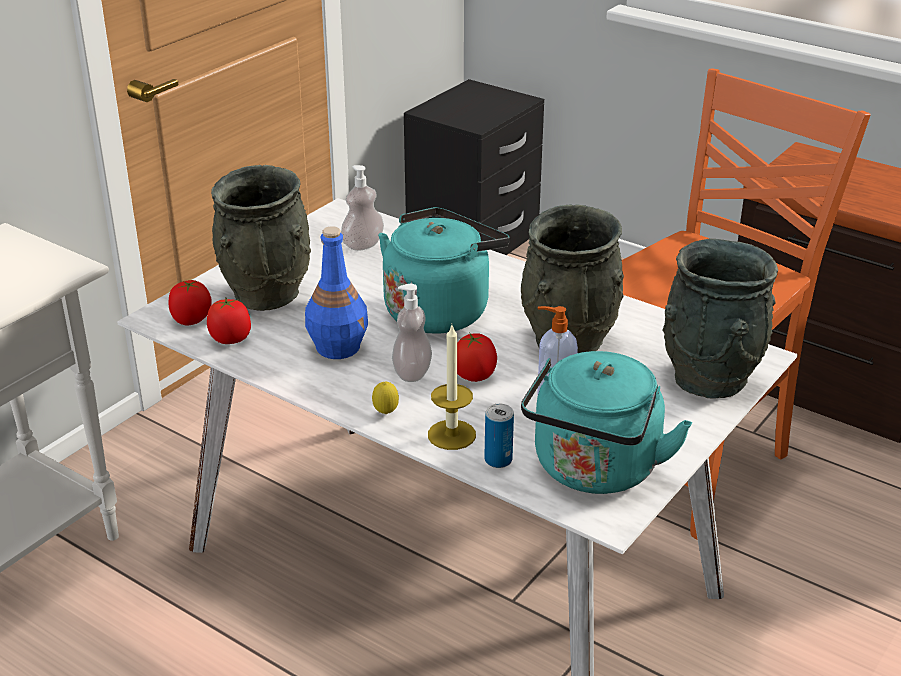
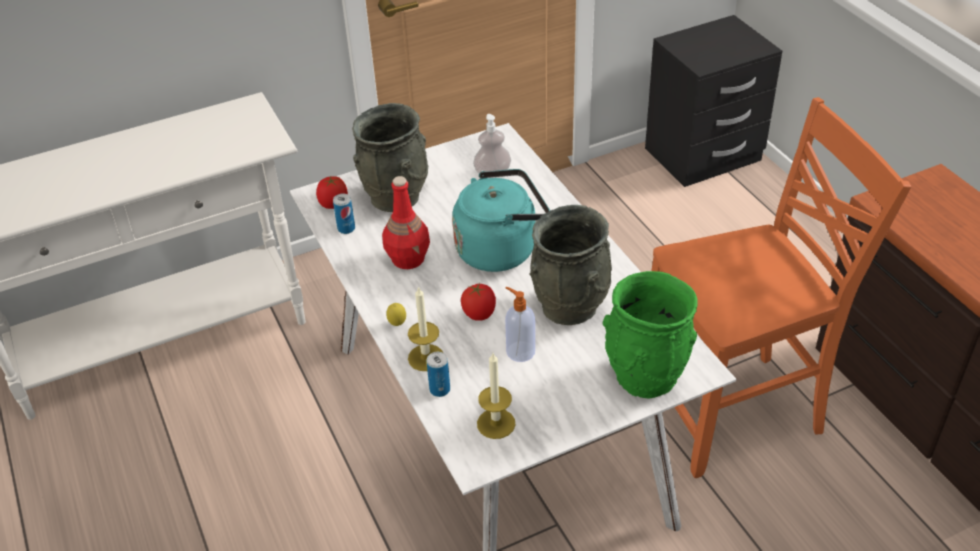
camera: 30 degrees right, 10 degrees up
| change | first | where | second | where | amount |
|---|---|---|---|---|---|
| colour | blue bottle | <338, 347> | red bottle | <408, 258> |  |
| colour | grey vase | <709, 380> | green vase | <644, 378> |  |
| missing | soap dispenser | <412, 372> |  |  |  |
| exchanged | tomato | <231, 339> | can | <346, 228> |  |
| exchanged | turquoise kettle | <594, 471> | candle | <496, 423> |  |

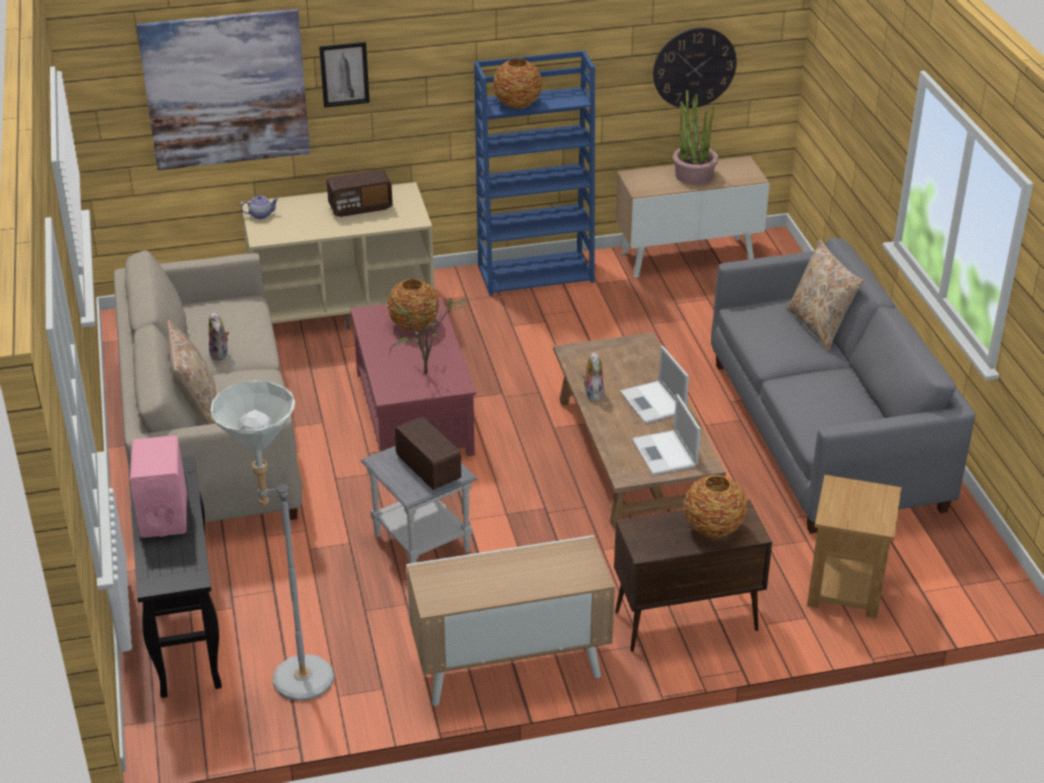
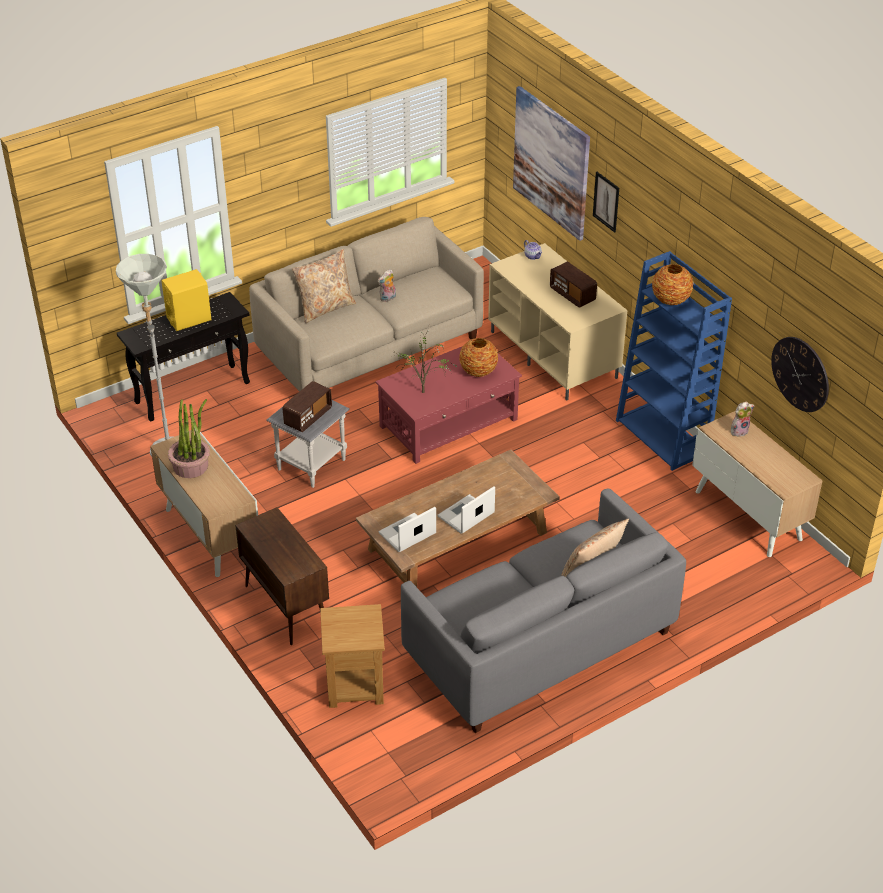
camera: 70 degrees right, 5 degrees up
| change | first | where | second | where | amount |
|---|---|---|---|---|---|
| relocated | potted plant | <693, 175> |  | <191, 466> |  |
| relocated | plush toy | <592, 393> |  | <739, 430> |  |
| colour | pink speaker | <163, 515> | yellow speaker | <189, 319> |  |
| missing | vase | <713, 527> |  |  |  |

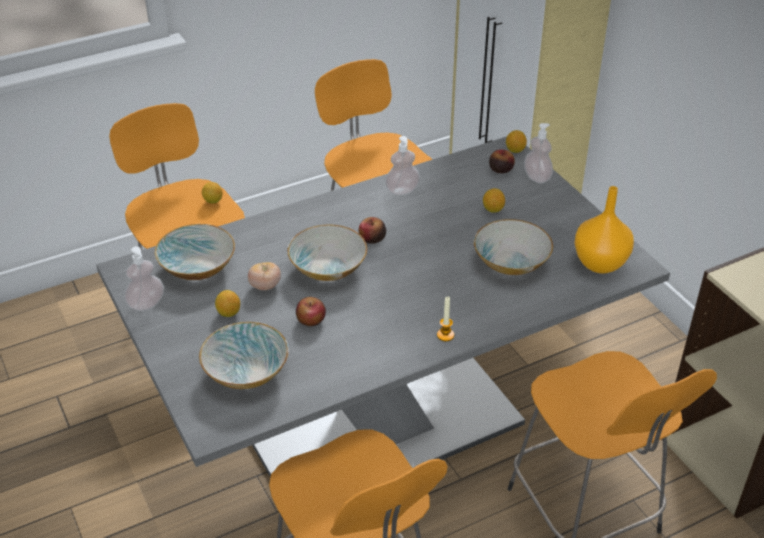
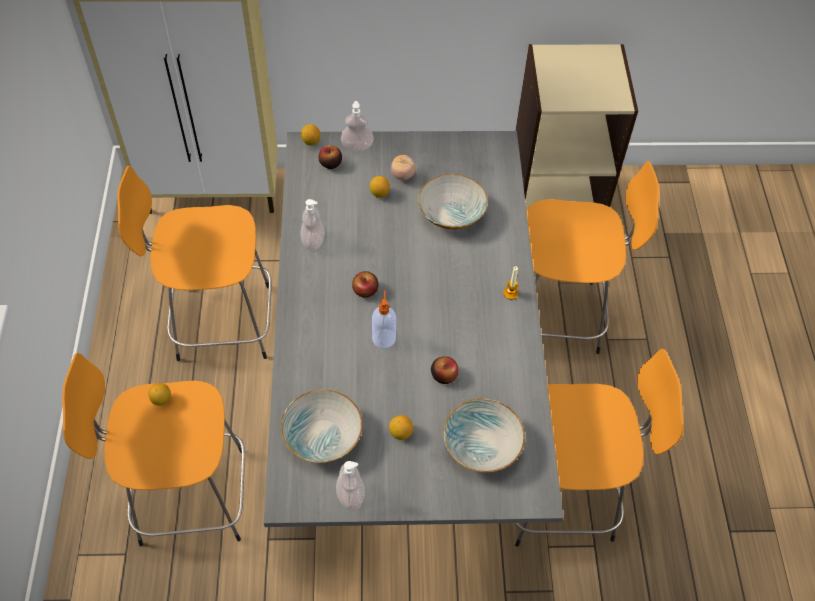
camera: 65 degrees left, 15 degrees up
| change | first | where | second | where | amount |
|---|---|---|---|---|---|
| missing | orange vase | <599, 262> |  |  |  |
| exchanged | bowl | <327, 268> | soap dispenser | <384, 337> |  |
| relocated | tomato | <265, 286> |  | <403, 175> |  |

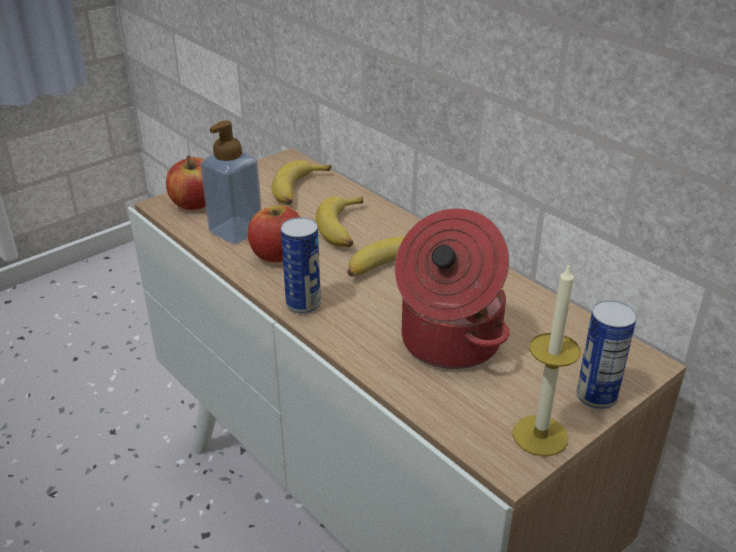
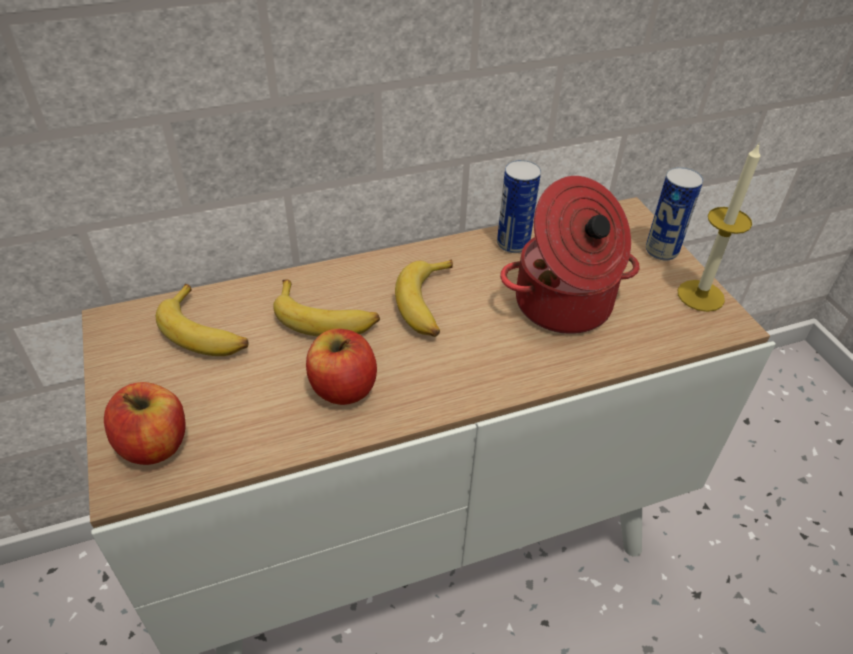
camera: 70 degrees left, 10 degrees up
| change | first | where | second | where | amount |
|---|---|---|---|---|---|
| missing | soap dispenser | <236, 231> |  |  |  |
| relocated | can | <303, 304> |  | <513, 244> |  |

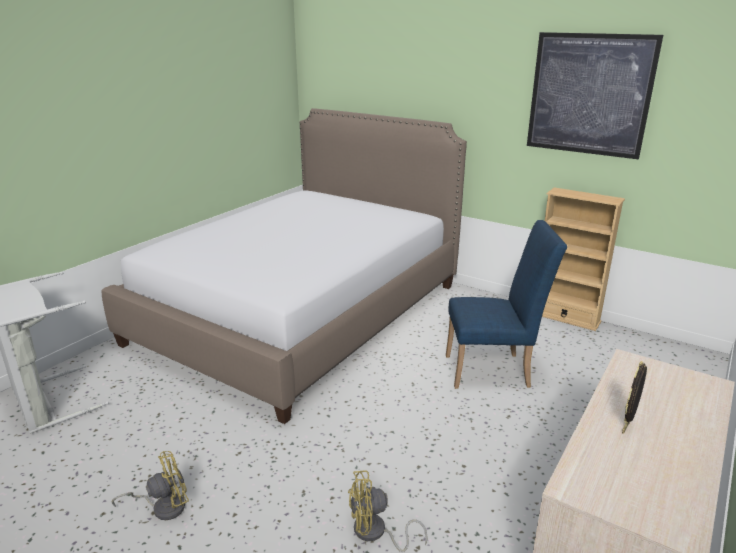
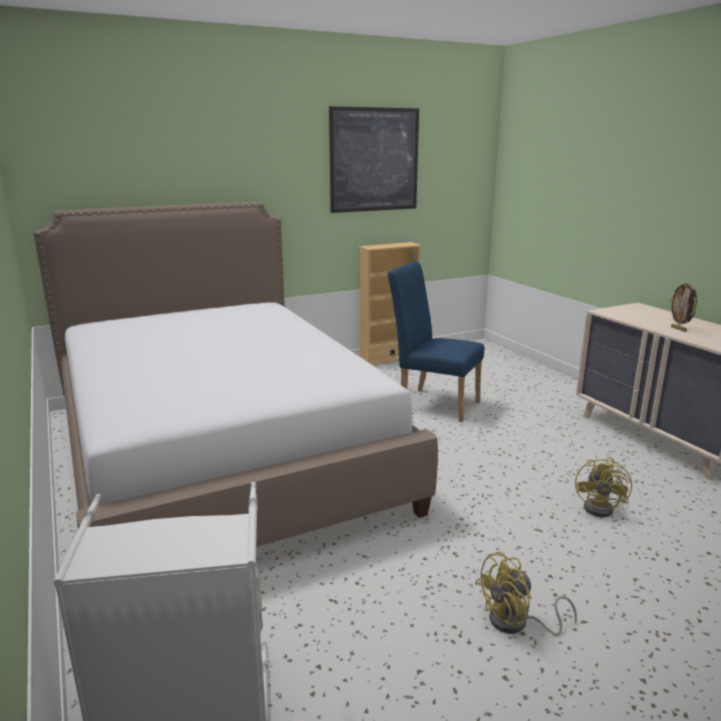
camera: 60 degrees left, 5 degrees down
| change | first | where | second | where | amount |
|---|---|---|---|---|---|
| spun | blue chair | <494, 370> |  | <433, 403> | 90 degrees counterclockwise |
| spun | yellow fan | <163, 507> |  | <516, 623> | 120 degrees counterclockwise |

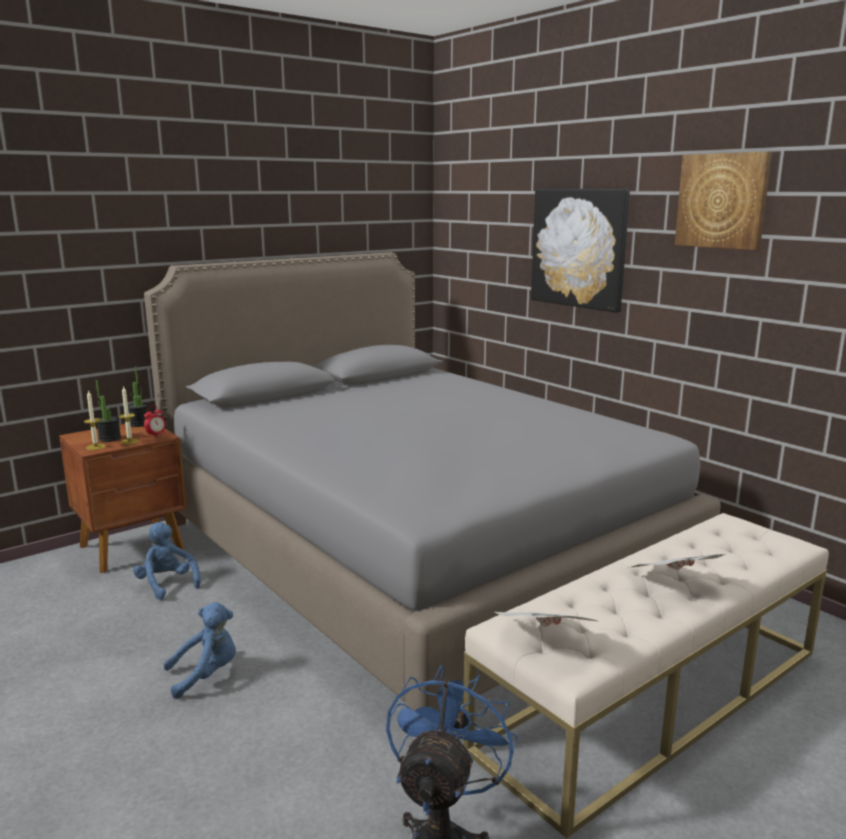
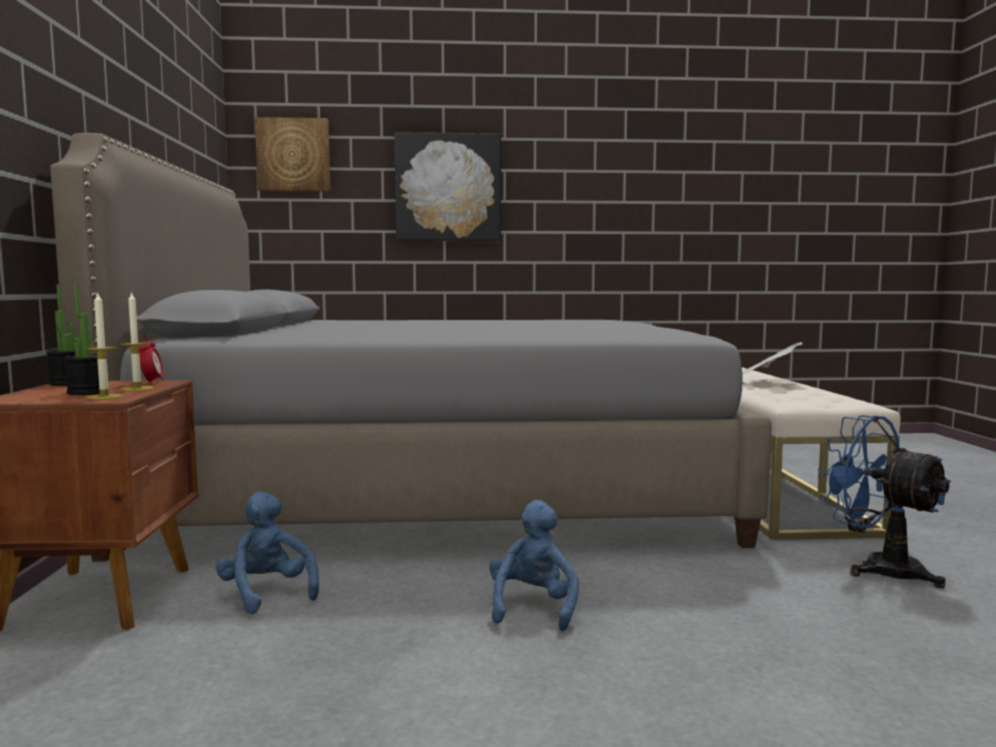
camera: 55 degrees left, 10 degrees down
| change | first | where | second | where | amount |
|---|---|---|---|---|---|
| relocated | picture | <722, 201> |  | <293, 155> |  |
| spun | blue plush toy | <167, 584> |  | <267, 593> | 60 degrees clockwise |
| missing | newspaper | <544, 640> |  |  |  |

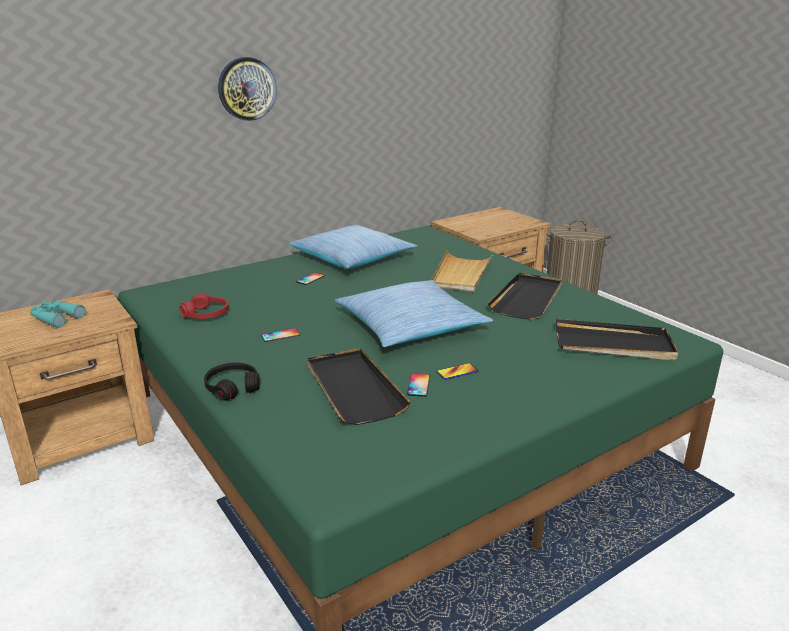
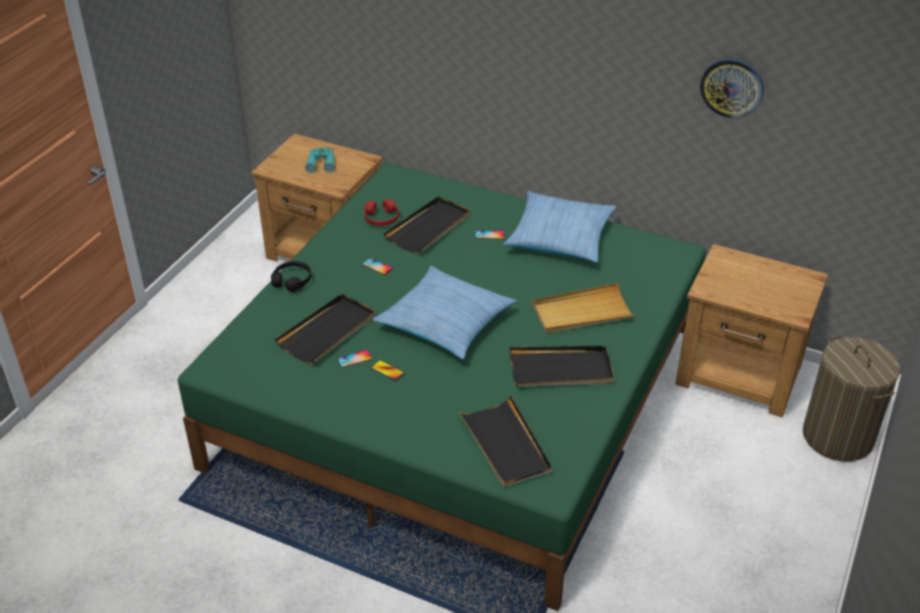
camera: 60 degrees right, 15 degrees up
| change | first | where | second | where | amount |
|---|---|---|---|---|---|
| relocated | wall clock | <247, 89> |  | <732, 87> |  |
| appeared |  |  | black tray | <429, 228> |  |

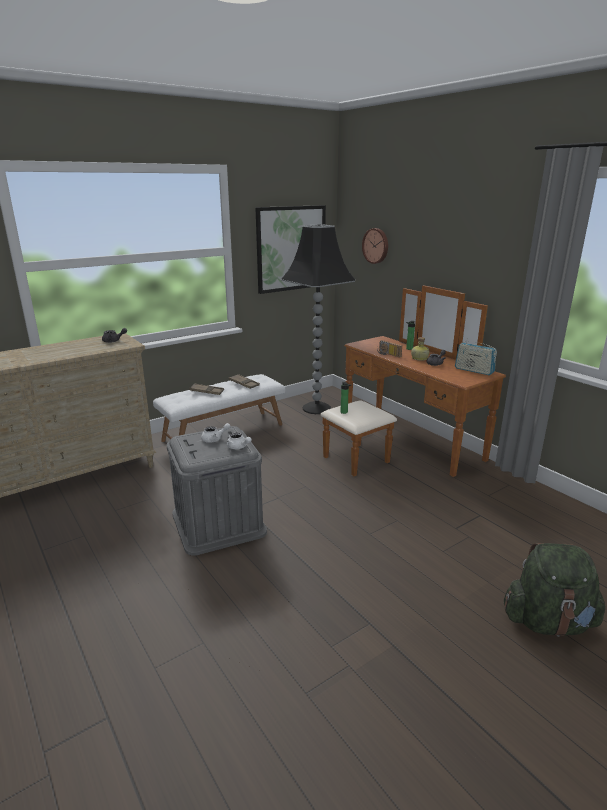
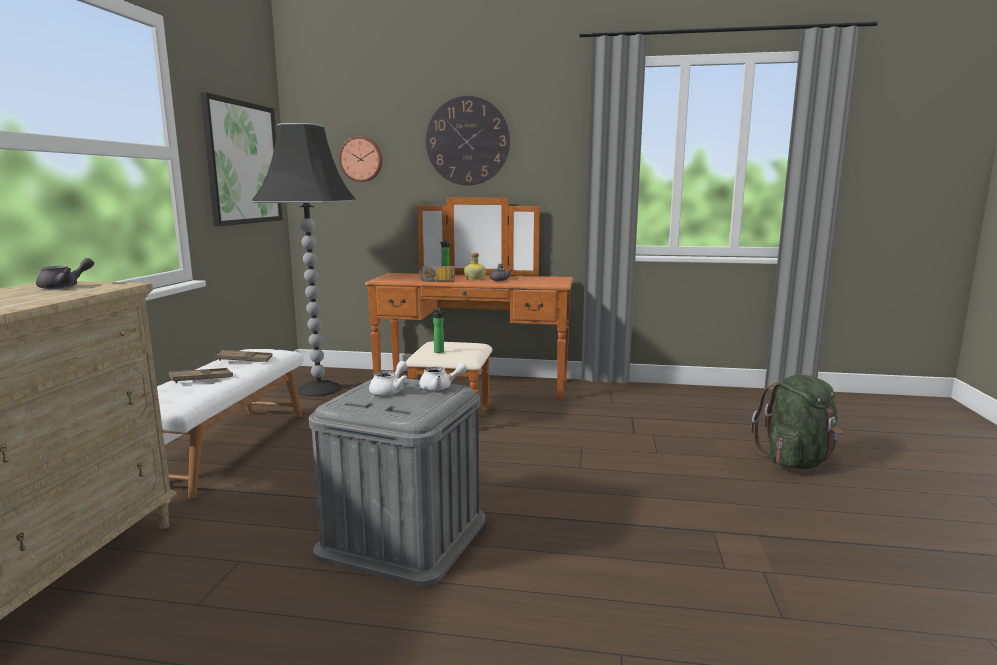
camera: 45 degrees left, 10 degrees down
| change | first | where | second | where | amount |
|---|---|---|---|---|---|
| missing | radio | <474, 370> |  |  |  |
| appeared |  |  | wall clock | <467, 141> |  |

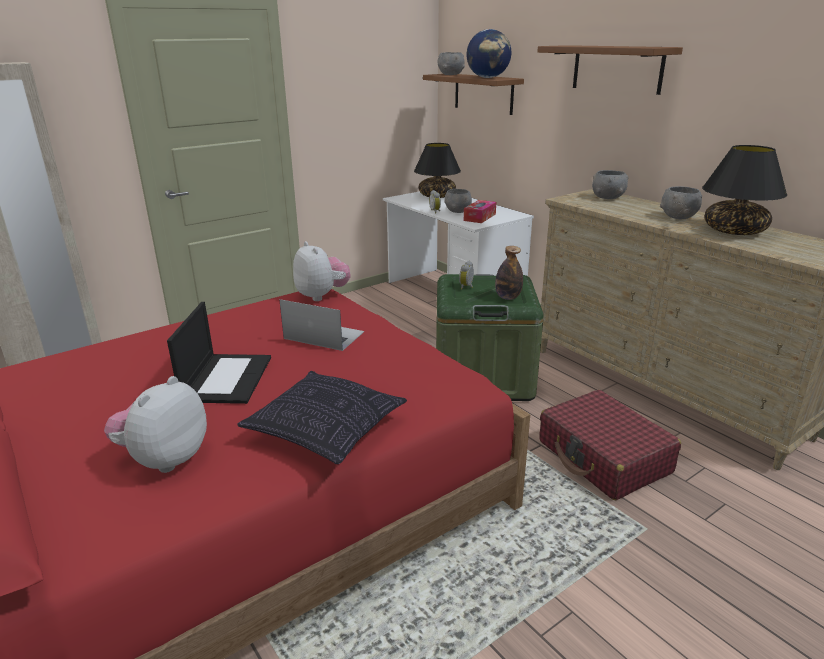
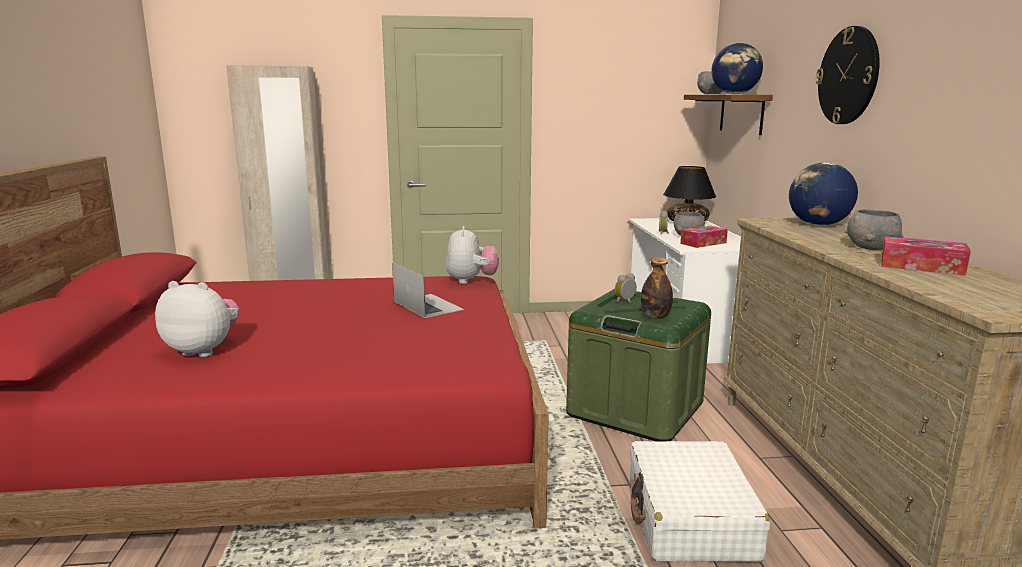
camera: 30 degrees right, 10 degrees down
| change | first | where | second | where | amount |
|---|---|---|---|---|---|
| exchanged | brown shelf | <617, 68> | wall clock | <848, 76> |  |
| exchanged | black table lamp | <734, 231> | tissue box | <921, 266> |  |
| exchanged | grey bowl | <608, 197> | globe | <818, 225> |  |
| missing | laptop | <227, 378> |  |  |  |
| missing | pillow | <325, 431> |  |  |  |
| spun | plush toy | <164, 459> |  | <204, 350> | 45 degrees clockwise |
| colour | red suitcase | <604, 457> | white suitcase | <689, 518> |  |

